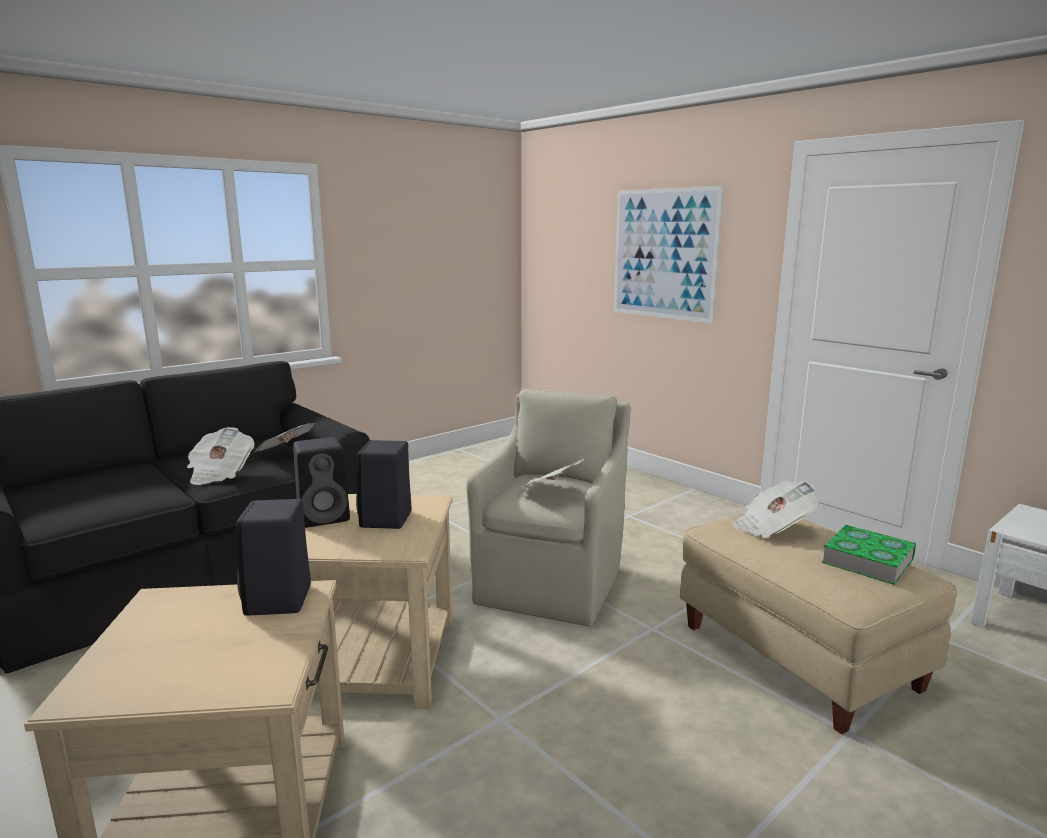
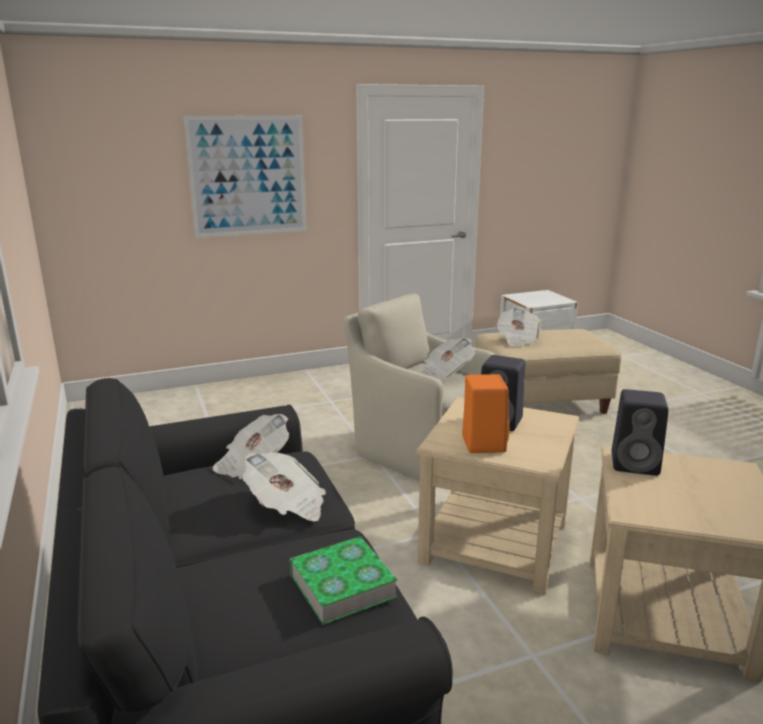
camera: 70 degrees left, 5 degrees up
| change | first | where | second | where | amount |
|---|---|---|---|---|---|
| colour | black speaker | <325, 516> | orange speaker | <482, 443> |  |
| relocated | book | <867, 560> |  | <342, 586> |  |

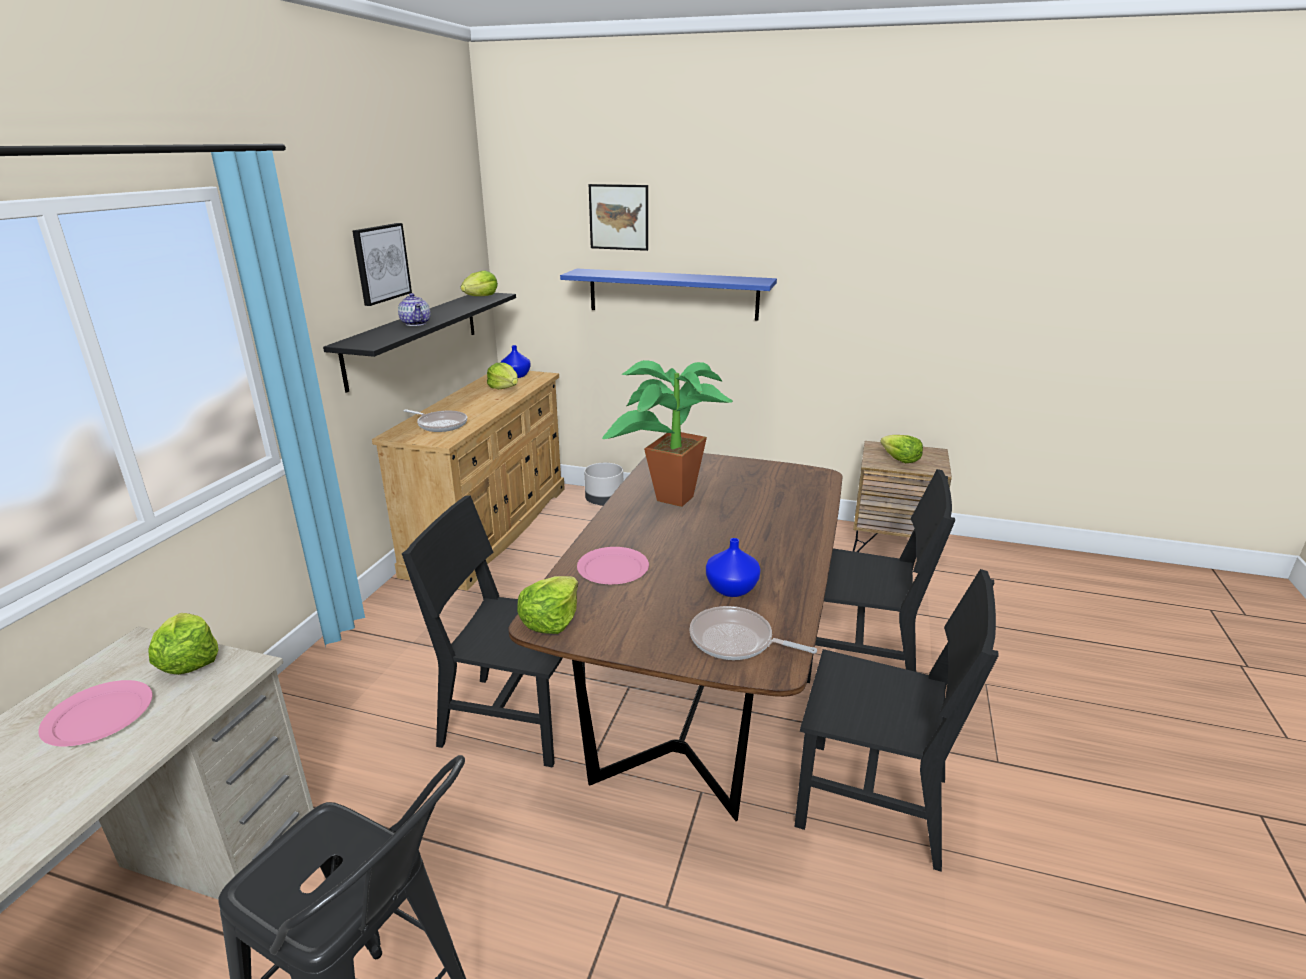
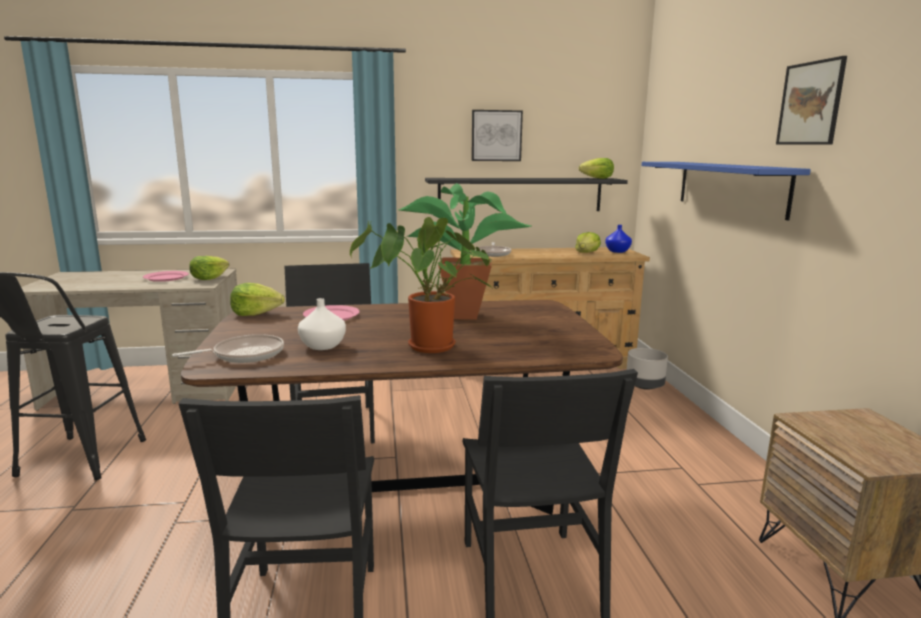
camera: 65 degrees right, 10 degrees down
| change | first | where | second | where | amount |
|---|---|---|---|---|---|
| relocated | picture | <619, 217> |  | <810, 103> |  |
| missing | teapot | <416, 323> |  |  |  |
| missing | lettuce | <900, 459> |  |  |  |
| colour | blue vase | <733, 589> | white vase | <323, 346> |  |
| spun | frying pan | <736, 641> |  | <244, 355> | 60 degrees clockwise |
| appeared |  |  | potted plant | <428, 348> |  |

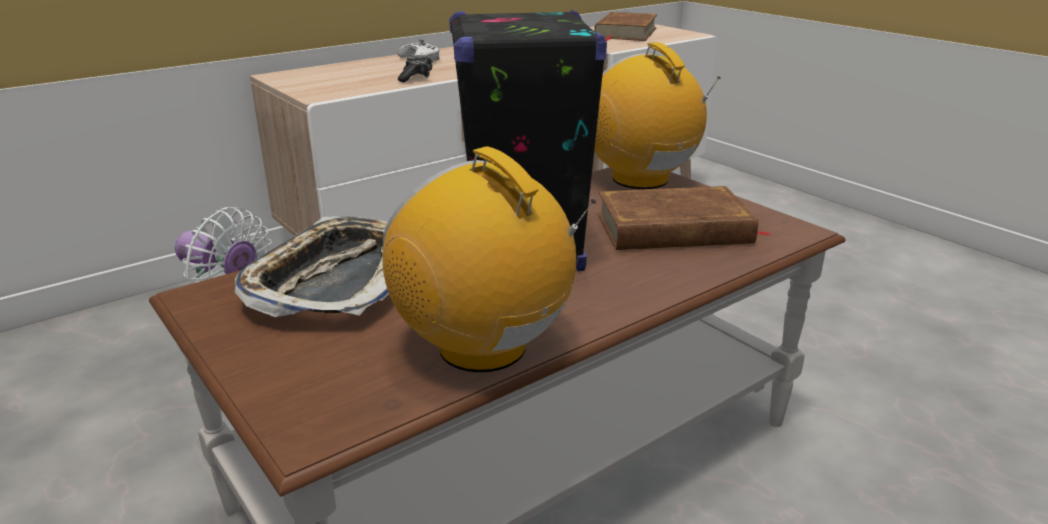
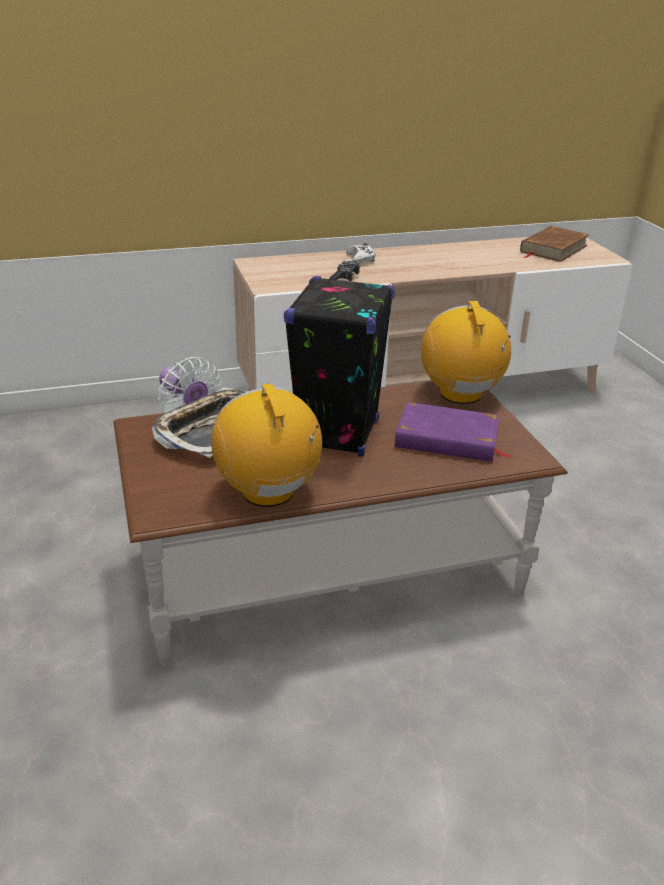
camera: 20 degrees right, 5 degrees up
| change | first | where | second | where | amount |
|---|---|---|---|---|---|
| colour | brown book | <674, 229> | purple book | <447, 439> |  |

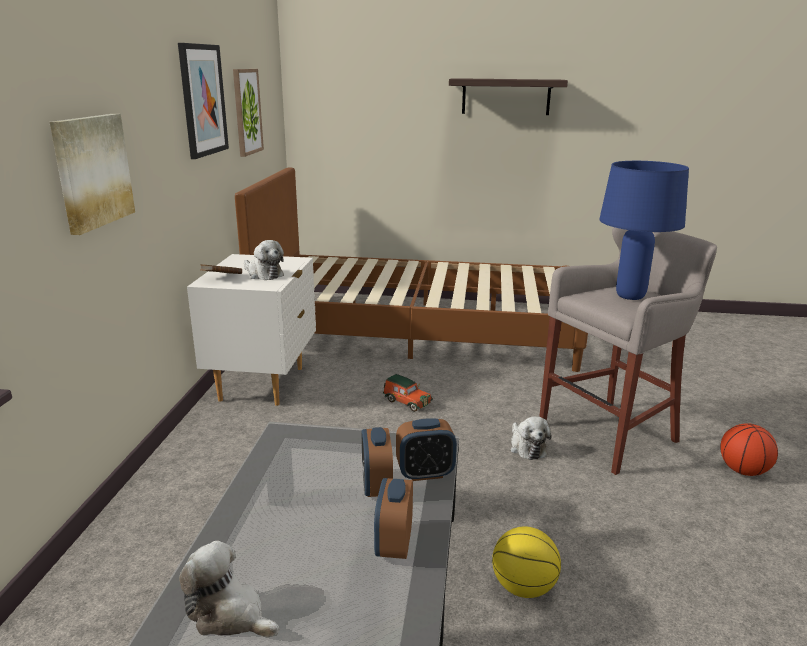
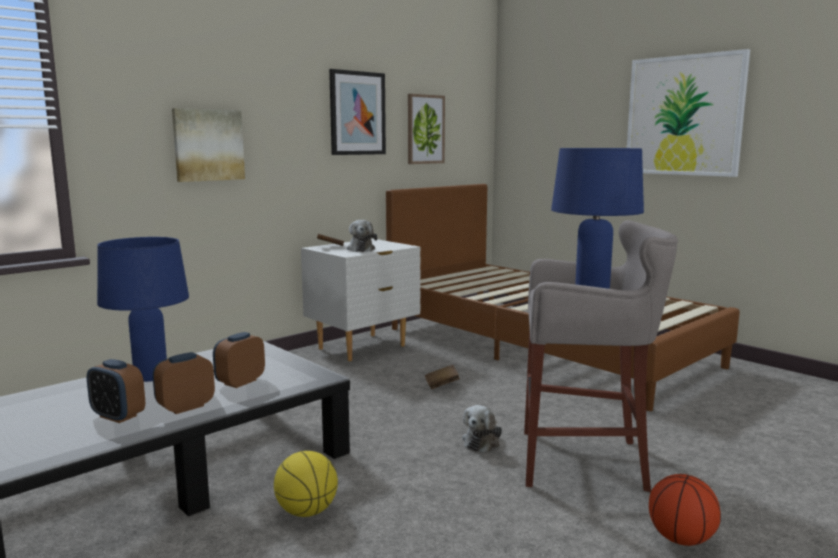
camera: 40 degrees right, 10 degrees down
| change | first | where | second | where | amount |
|---|---|---|---|---|---|
| exchanged | shelf | <506, 96> | picture | <684, 116> |  |
| exchanged | toy car | <406, 401> | brown book | <441, 384> |  |
| relocated | alarm clock | <425, 473> |  | <118, 416> |  |
| missing | plush toy | <229, 614> |  |  |  |
| appeared |  |  | blue table lamp | <150, 377> |  |

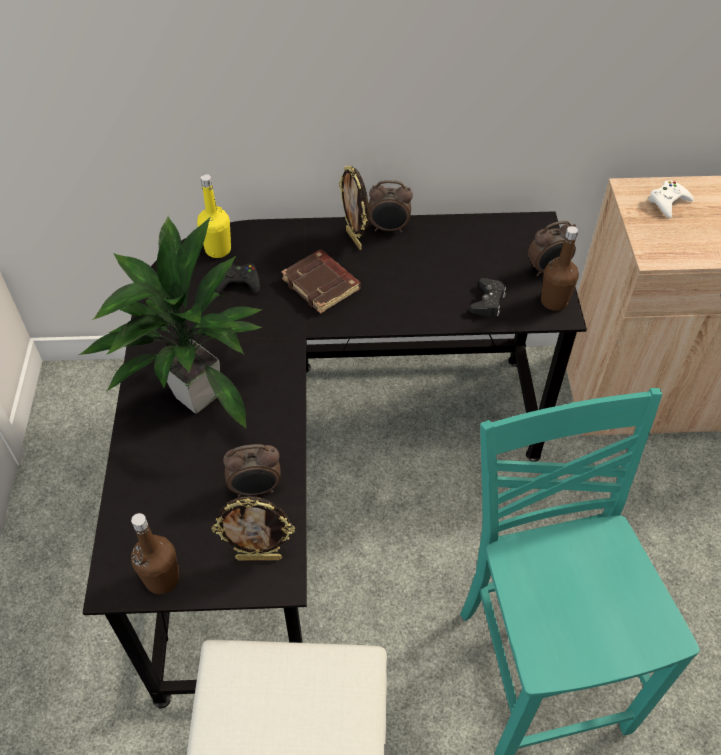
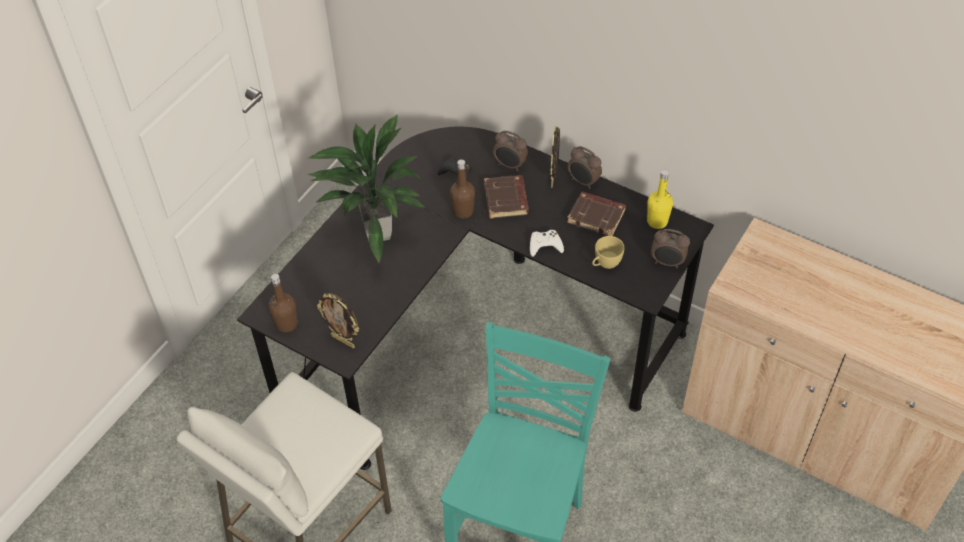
camera: 35 degrees right, 0 degrees up
| change | first | where | second | where | amount |
|---|---|---|---|---|---|
| relocated | yellow bottle | <218, 250> |  | <657, 221> |  |
| relocated | white game controller | <668, 202> |  | <545, 245> |  |
| relocated | brown bottle | <554, 301> |  | <463, 211> |  |
| exchanged | black game controller | <488, 302> | yellow cup | <605, 264> |  |
| relocated | alarm clock | <256, 489> |  | <510, 165> |  |
| appeared |  |  | brown book | <597, 216> |  |

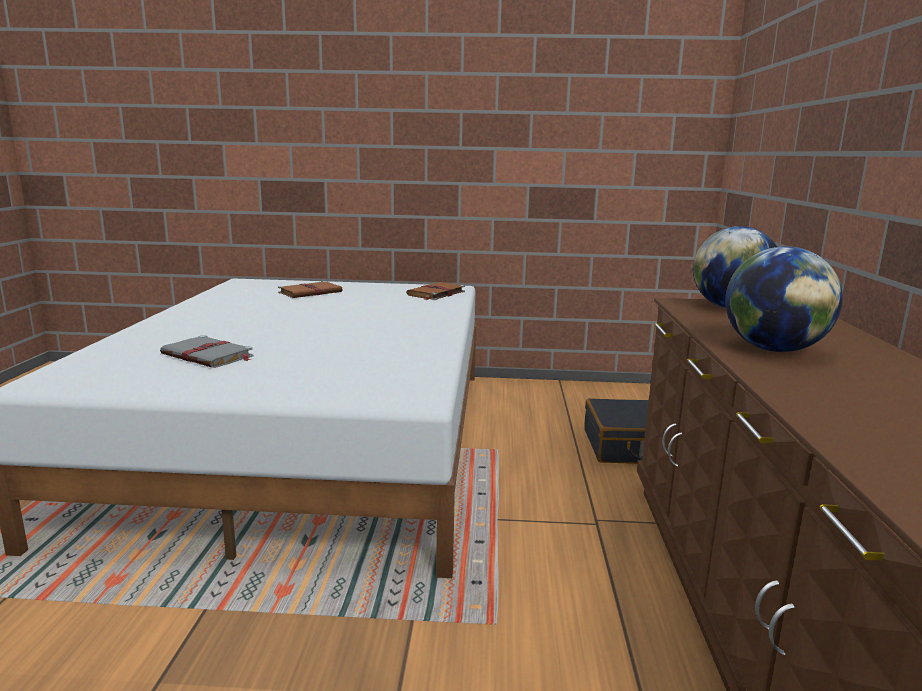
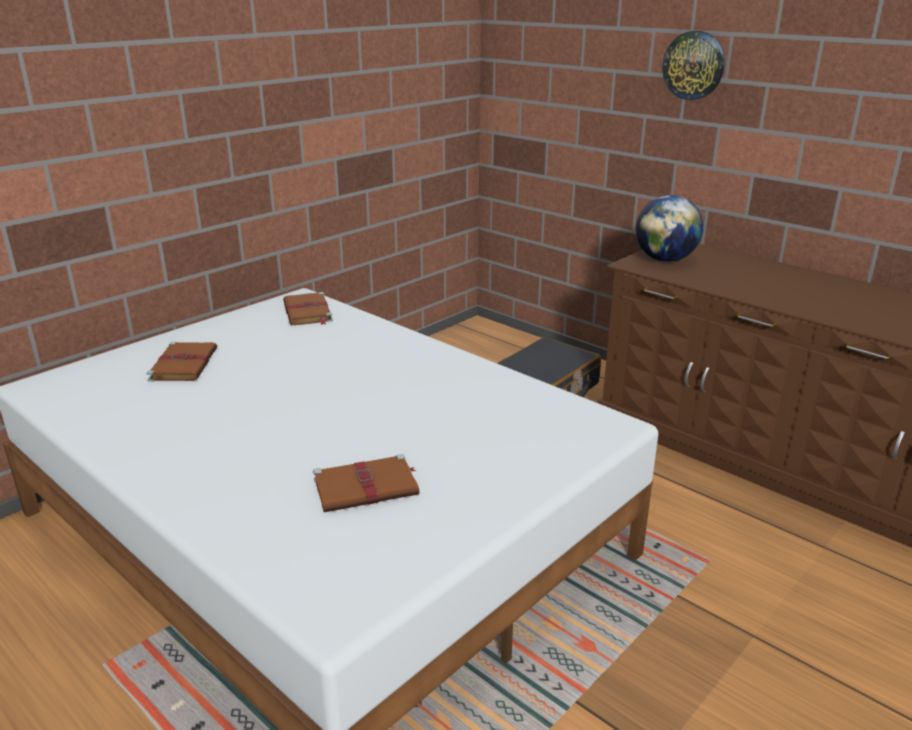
camera: 50 degrees left, 10 degrees up
| change | first | where | second | where | amount |
|---|---|---|---|---|---|
| missing | globe | <773, 349> |  |  |  |
| colour | grey book | <208, 356> | brown book | <367, 487> |  |
| appeared |  |  | wall clock | <693, 65> |  |

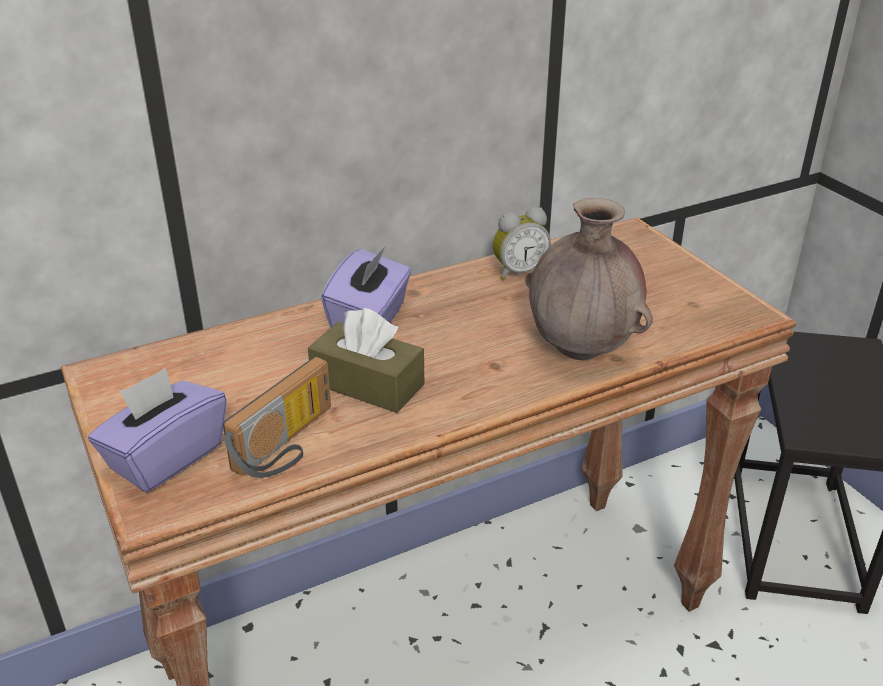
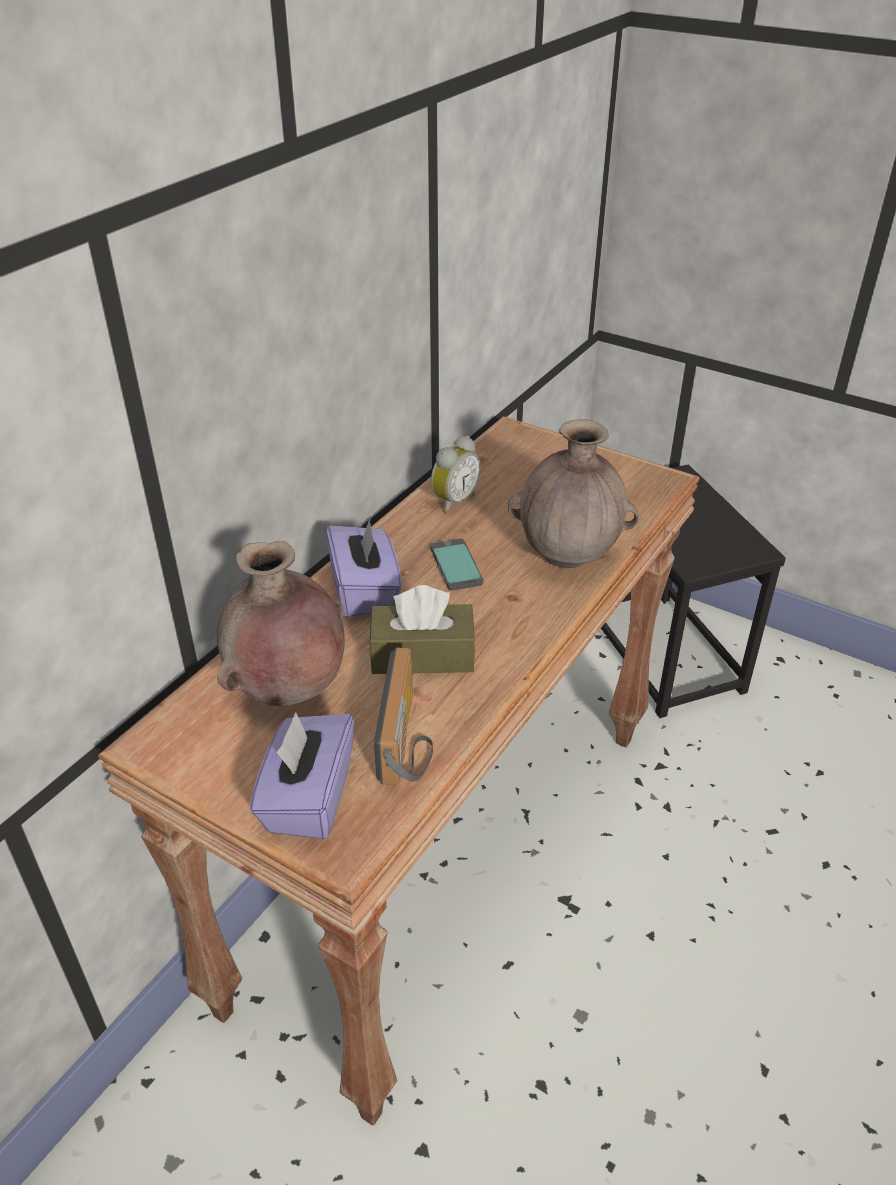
camera: 30 degrees left, 5 degrees up
| change | first | where | second | where | amount |
|---|---|---|---|---|---|
| appeared |  |  | phone | <455, 566> |  |
| appeared |  |  | brown vase | <288, 691> |  |

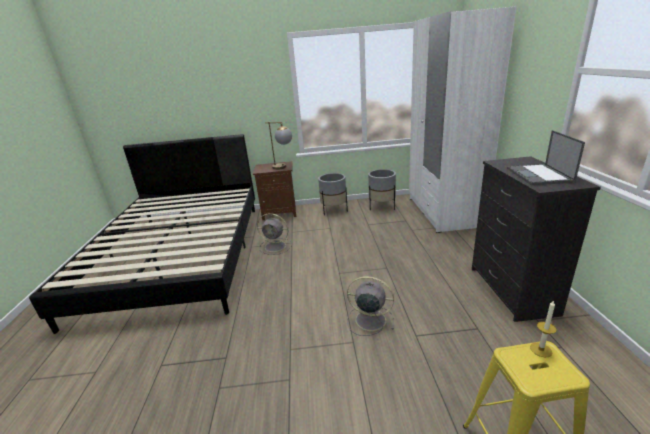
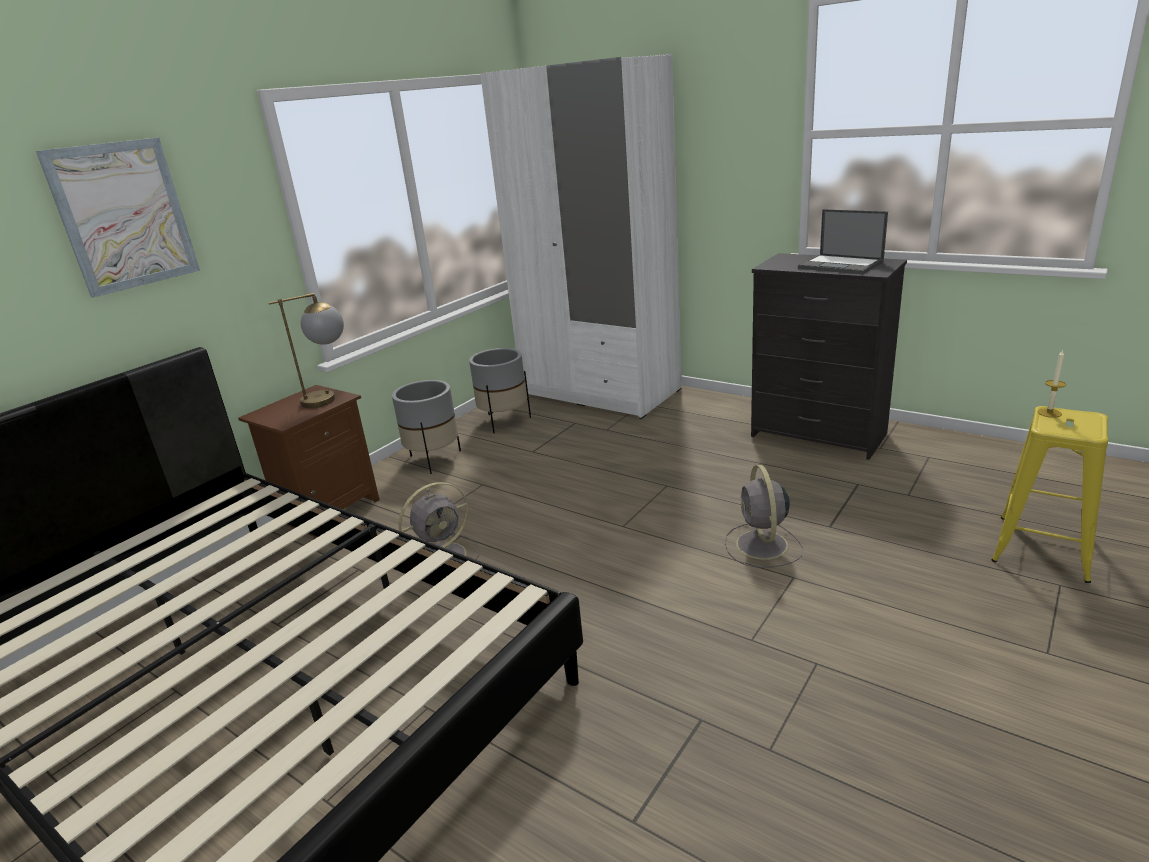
camera: 50 degrees left, 0 degrees up
| change | first | where | second | where | amount |
|---|---|---|---|---|---|
| spun | grey fan | <369, 320> |  | <762, 546> | 60 degrees counterclockwise |
| appeared |  |  | picture | <124, 216> |  |

